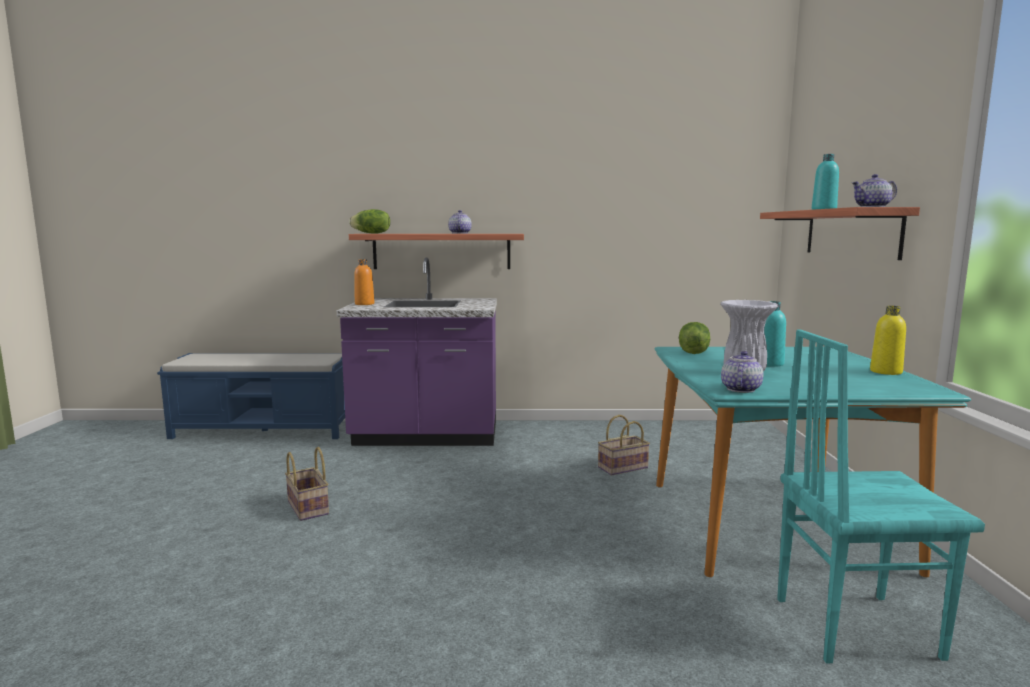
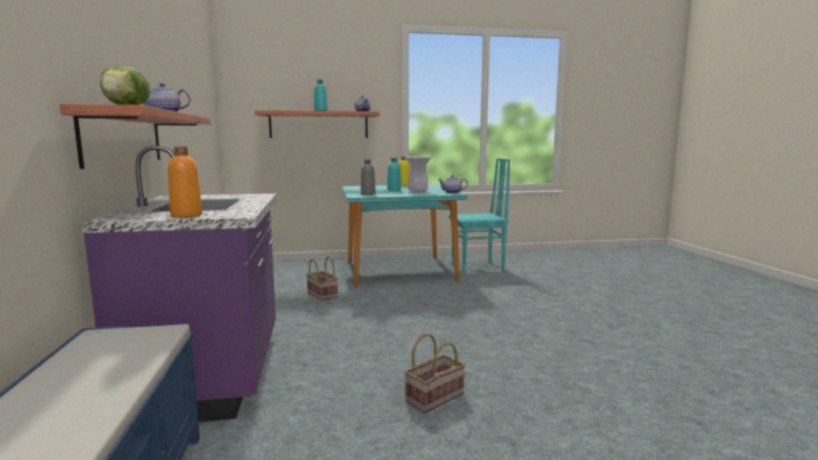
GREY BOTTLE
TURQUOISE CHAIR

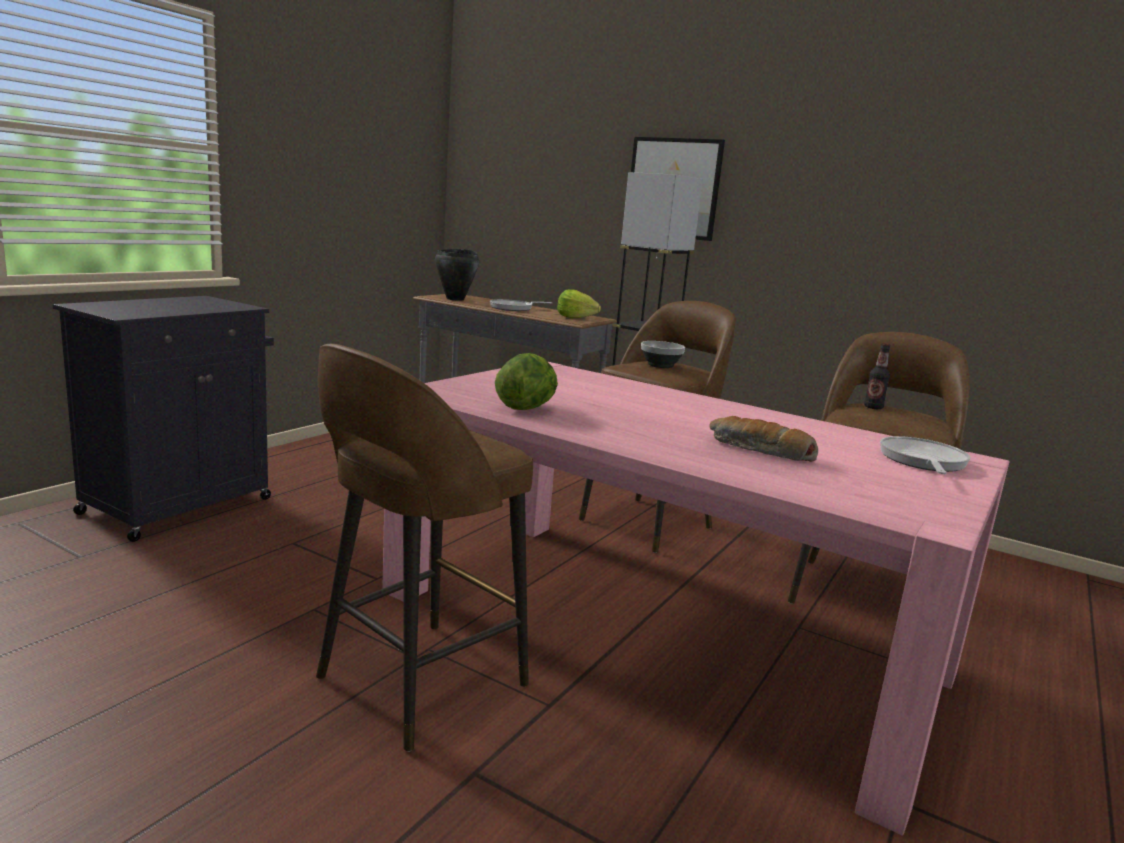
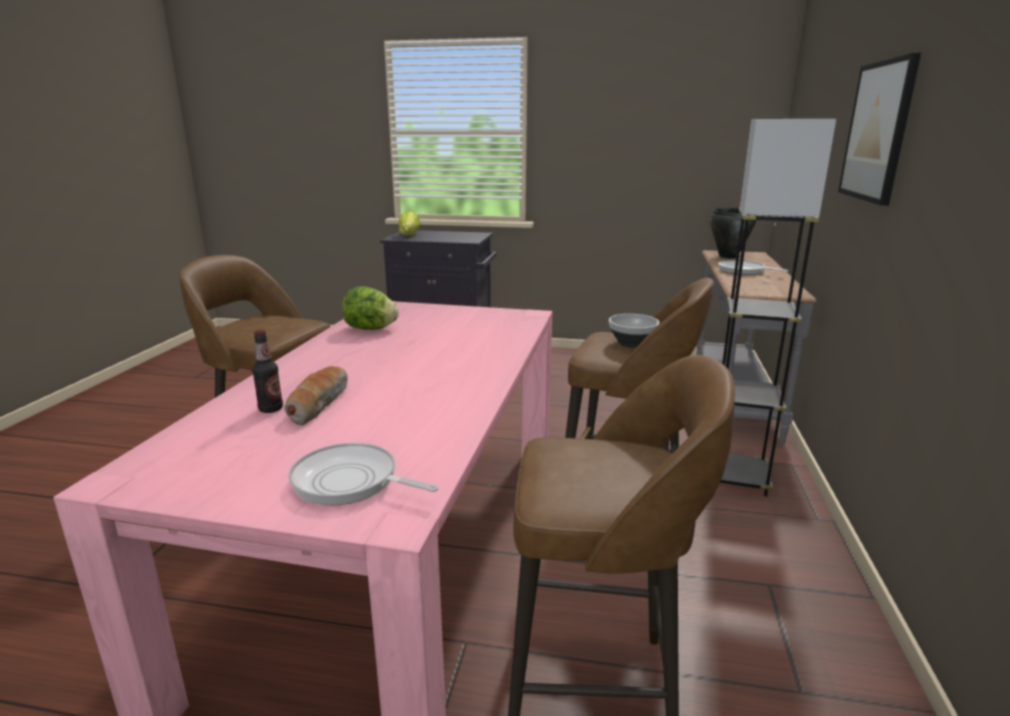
LETTUCE (2nd from left)
BOTTLE
FRYING PAN (1st from left)

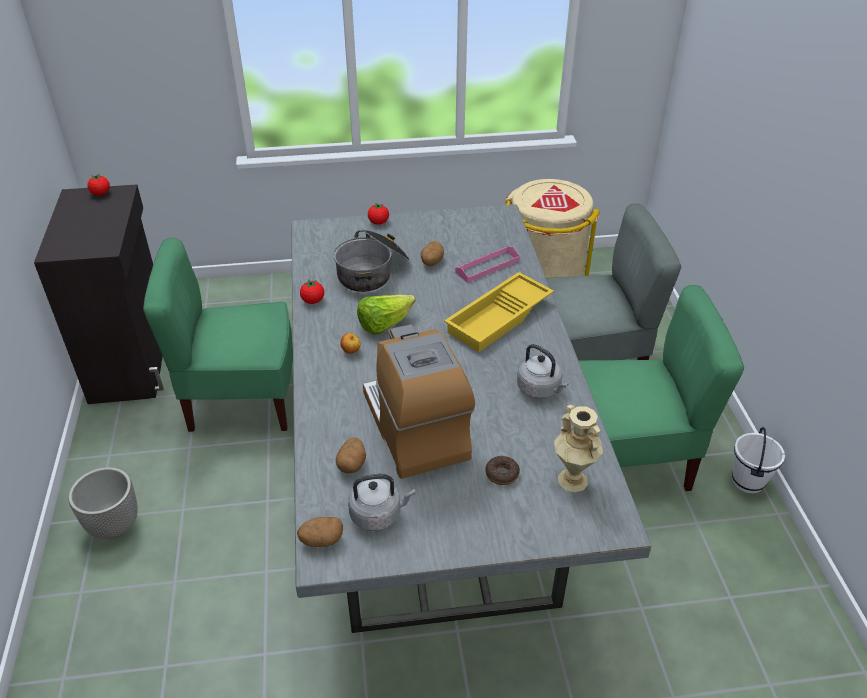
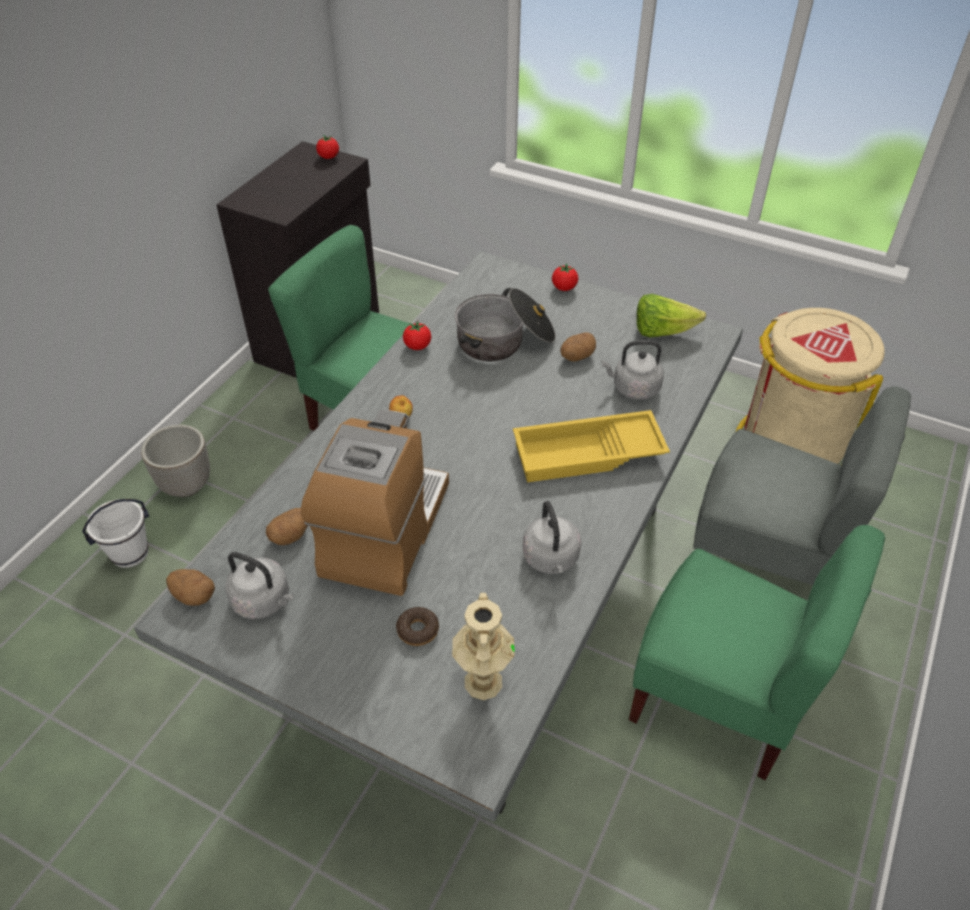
LETTUCE
GREY KETTLE (3rd from left)
WHITE BUCKET

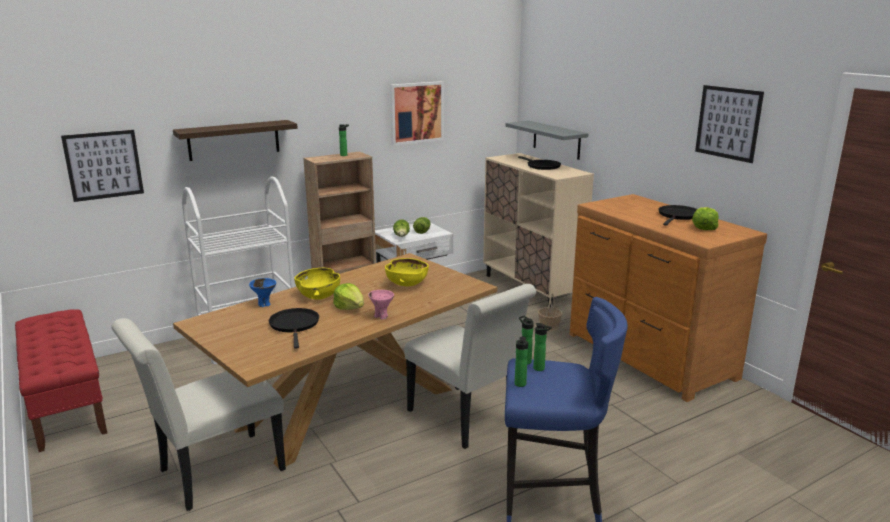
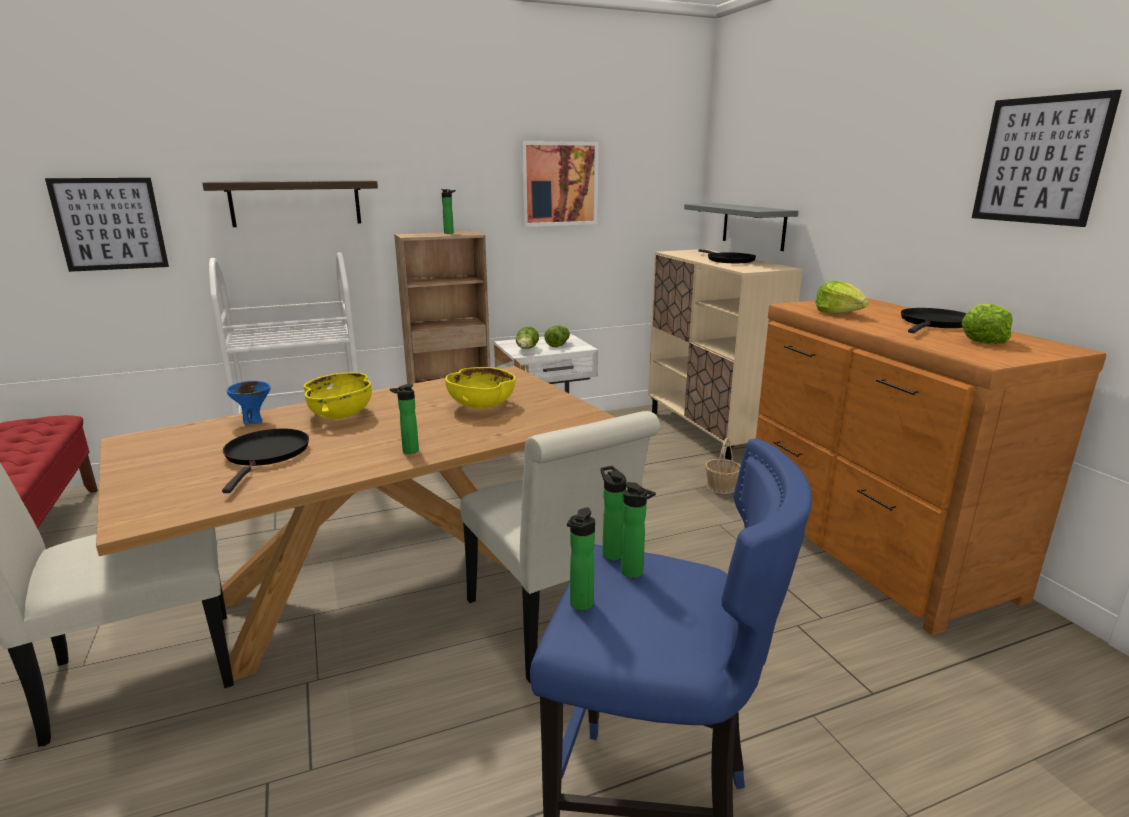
LETTUCE (3rd from left)
BOTTLE (1st from left)

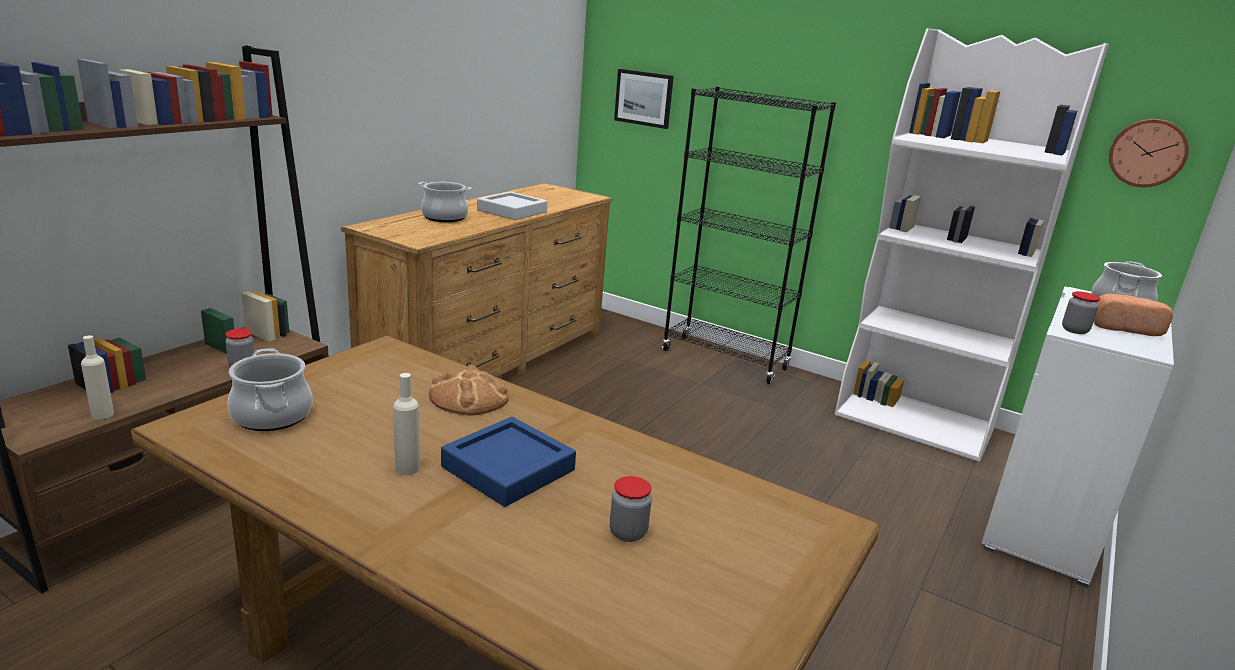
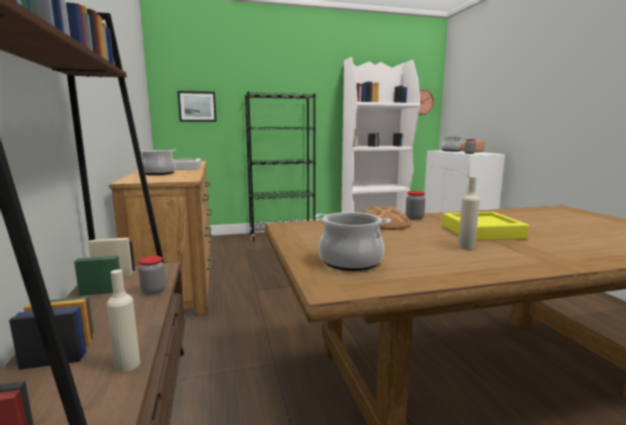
YELLOW TRAY
JAR (2nd from left)

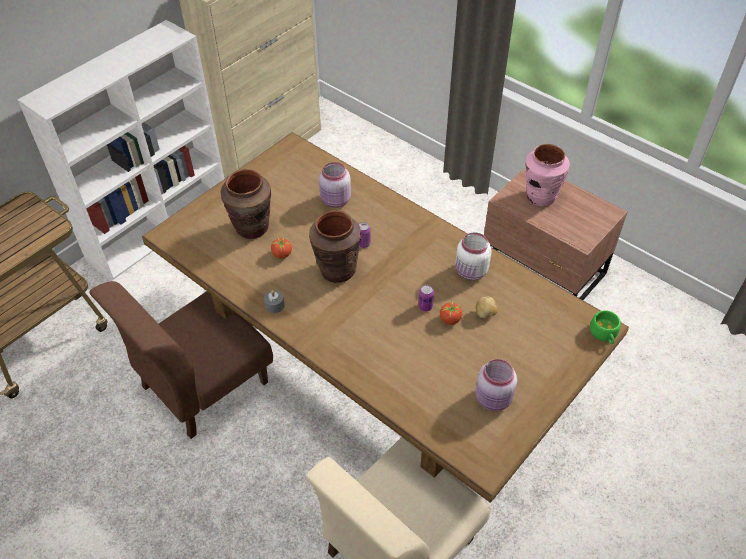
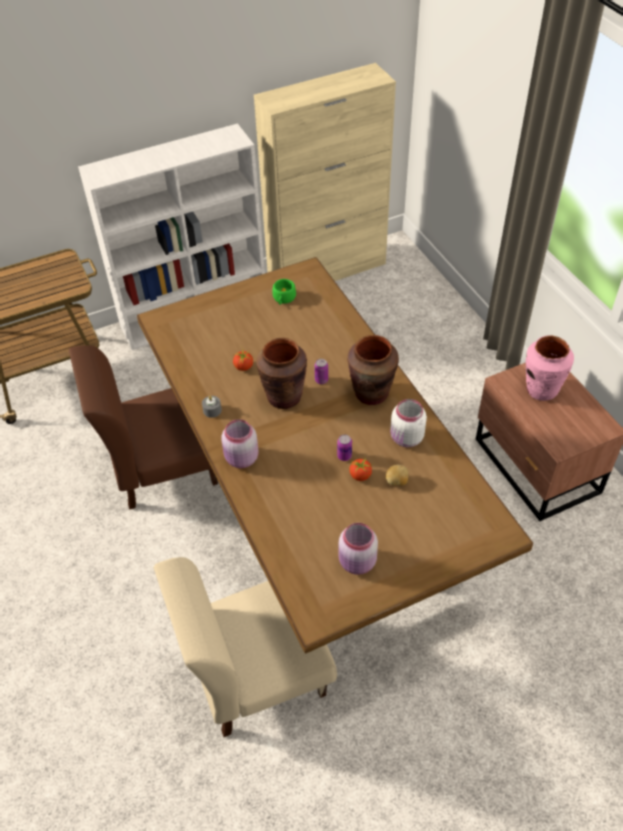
BROWN VASE (2nd from left)
PINK JAR (1st from left)
GREEN CUP

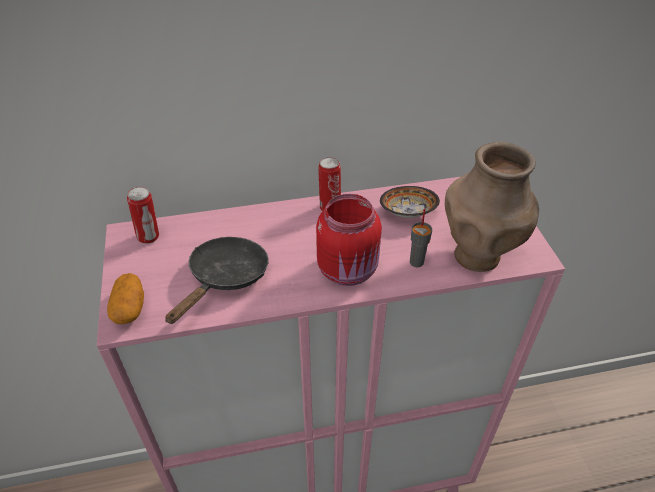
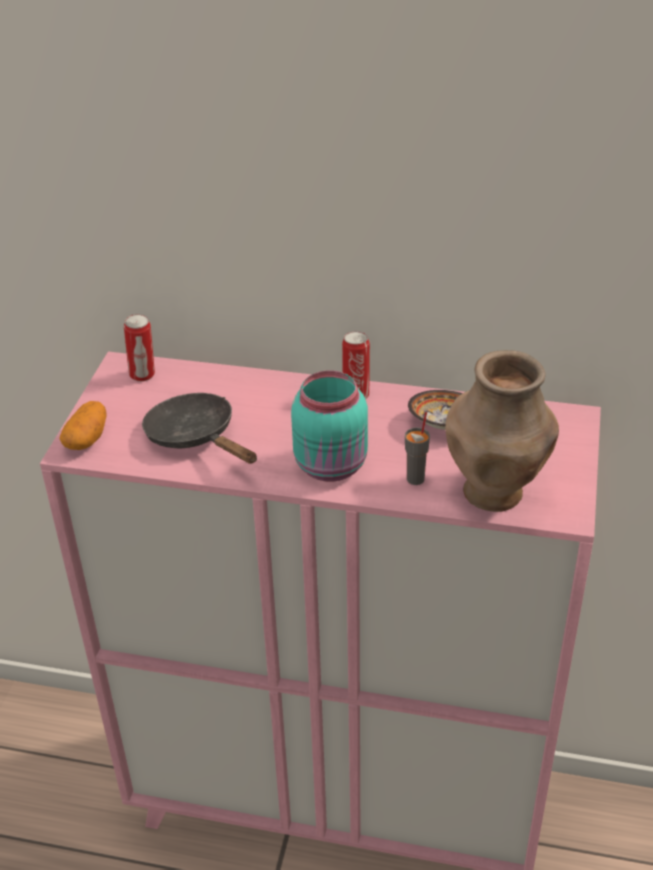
BLACK FRYING PAN
TURQUOISE JAR

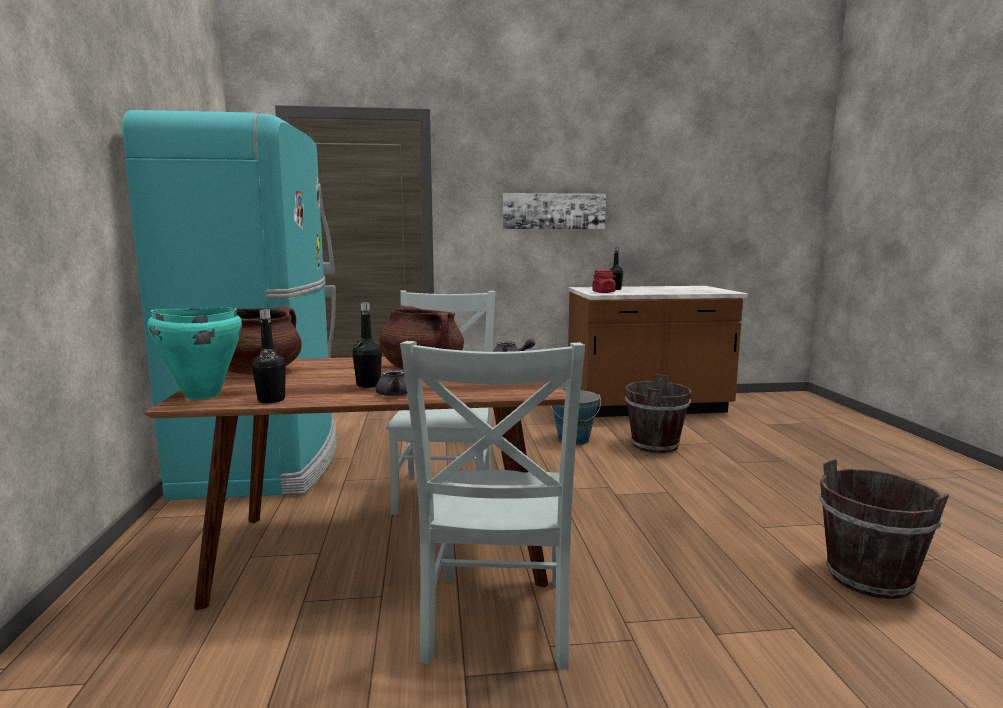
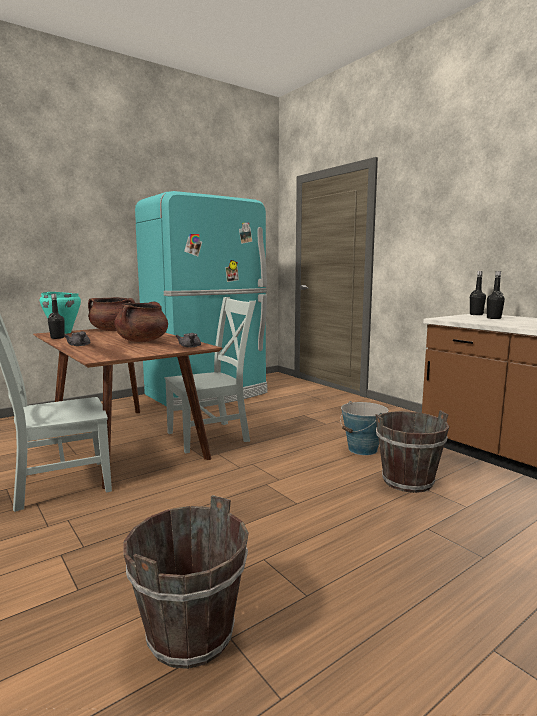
BLACK BOTTLE (2nd from left)
PICTURE
RED JAR

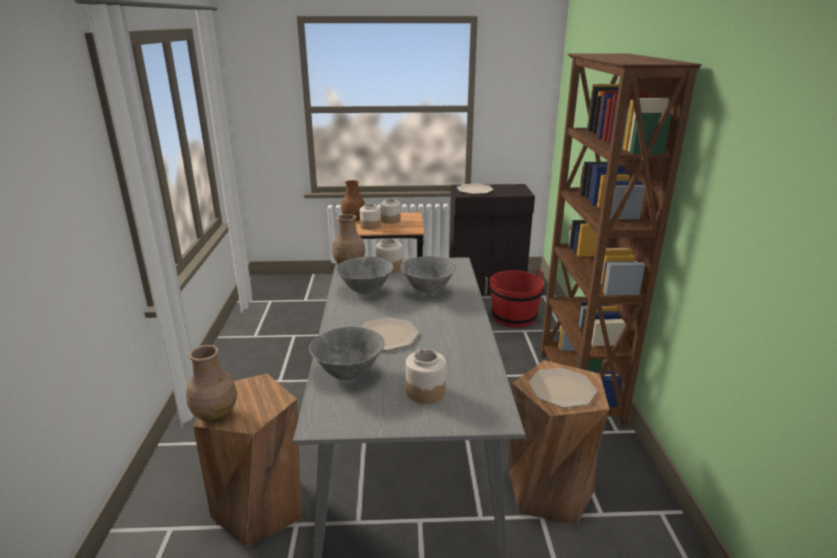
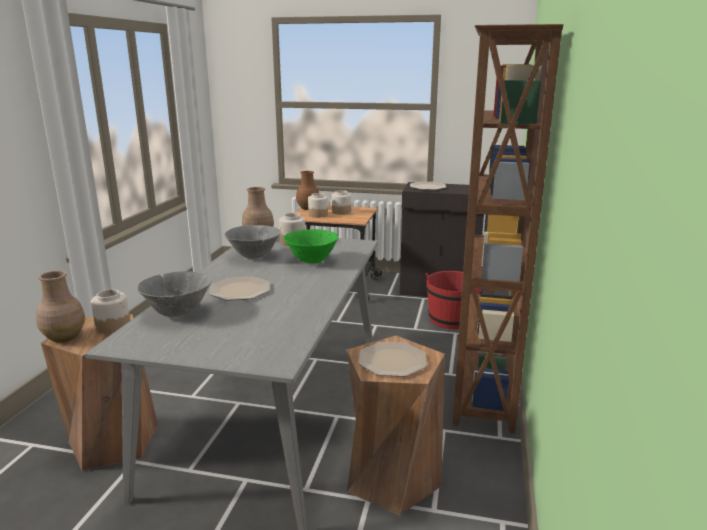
GREEN BOWL
JAR (1st from left)

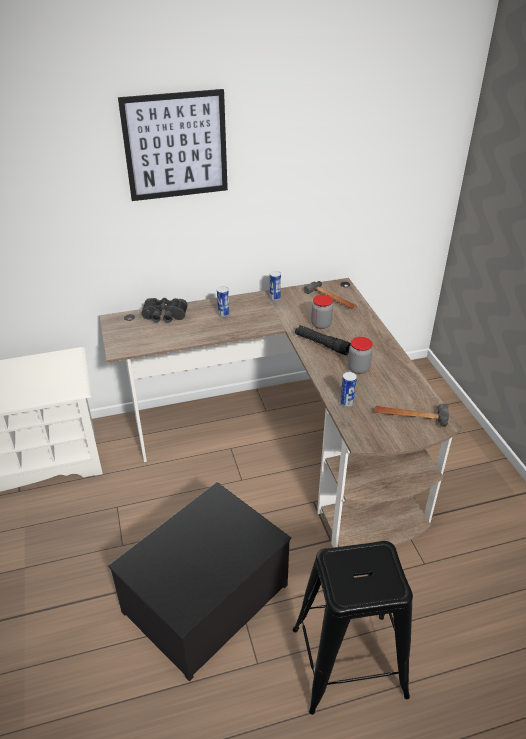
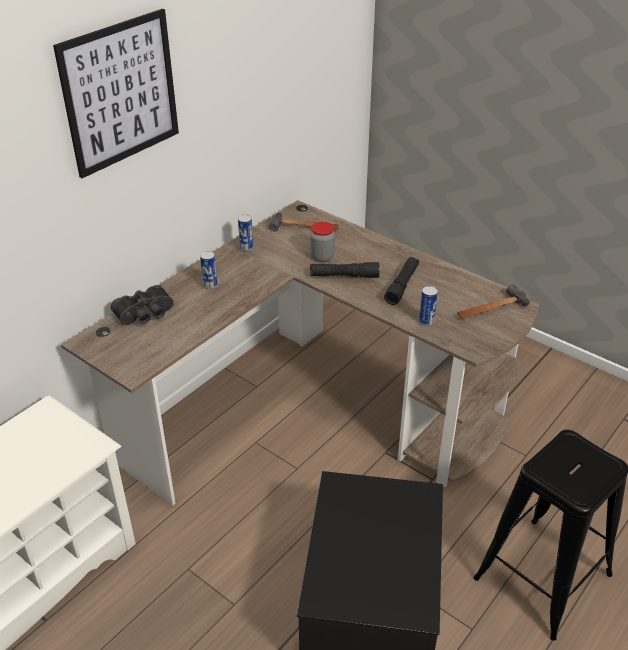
BLACK FLASHLIGHT (2nd from left)

